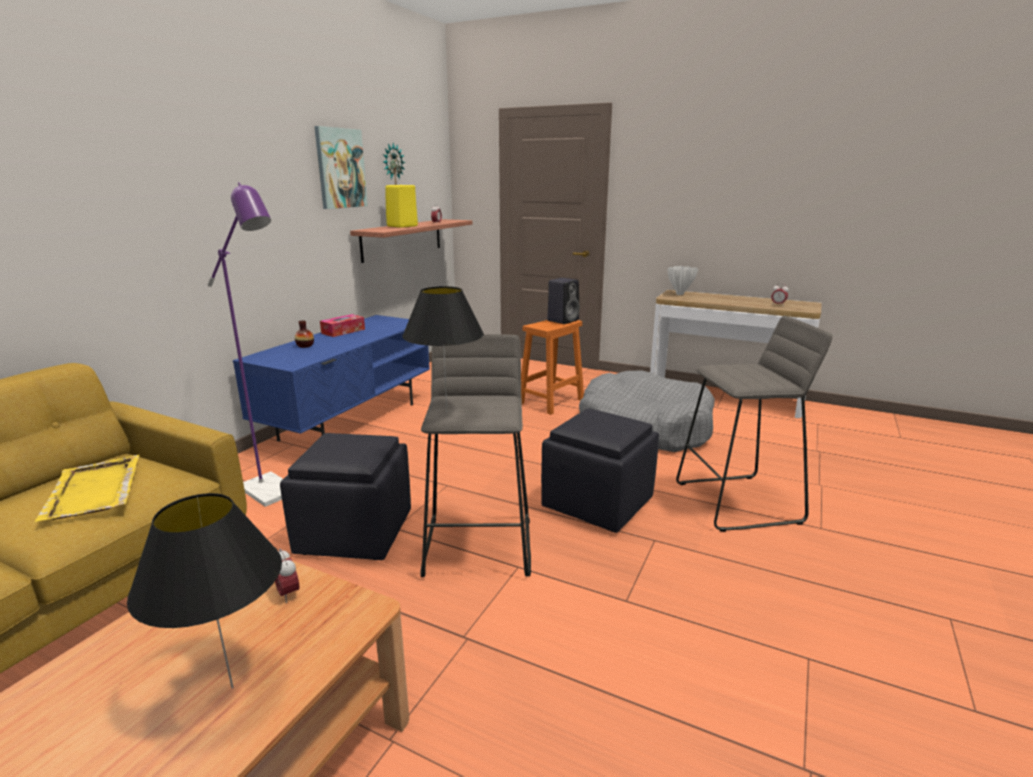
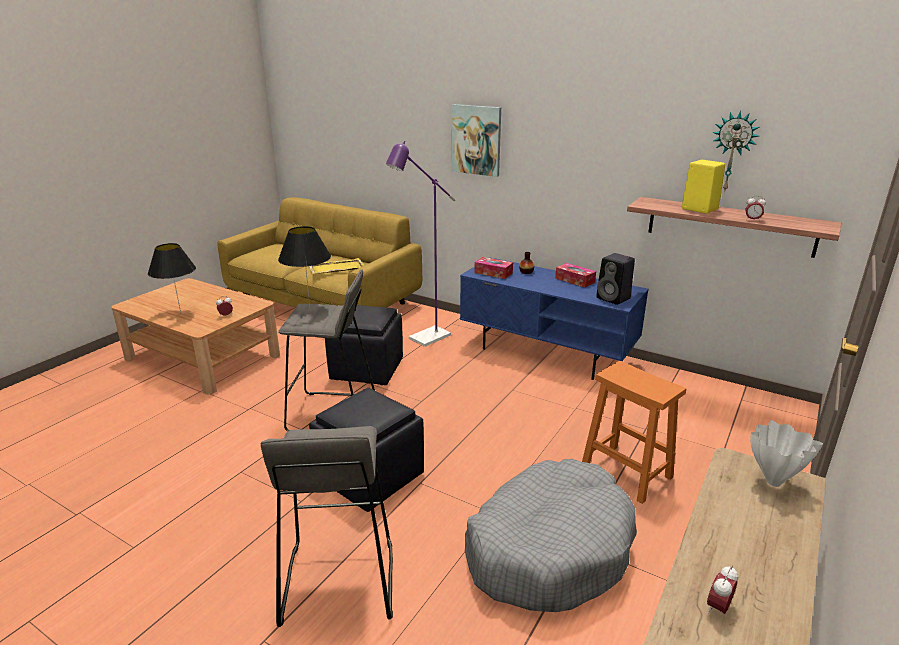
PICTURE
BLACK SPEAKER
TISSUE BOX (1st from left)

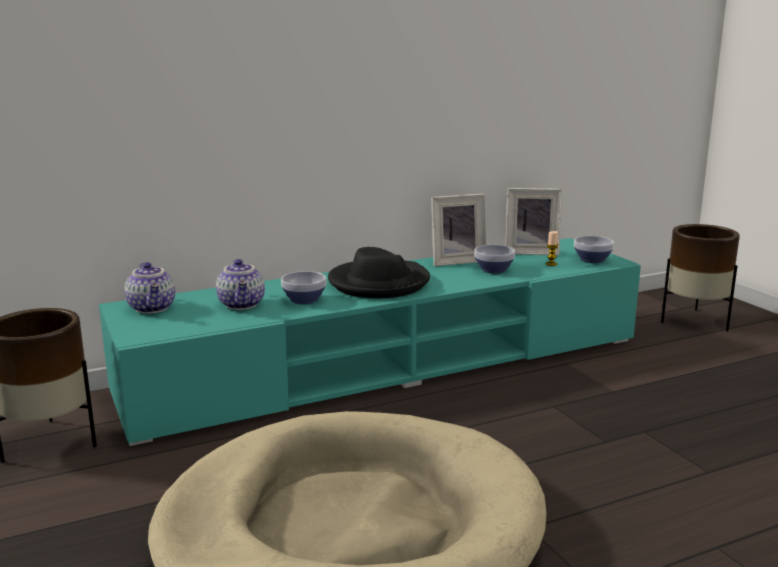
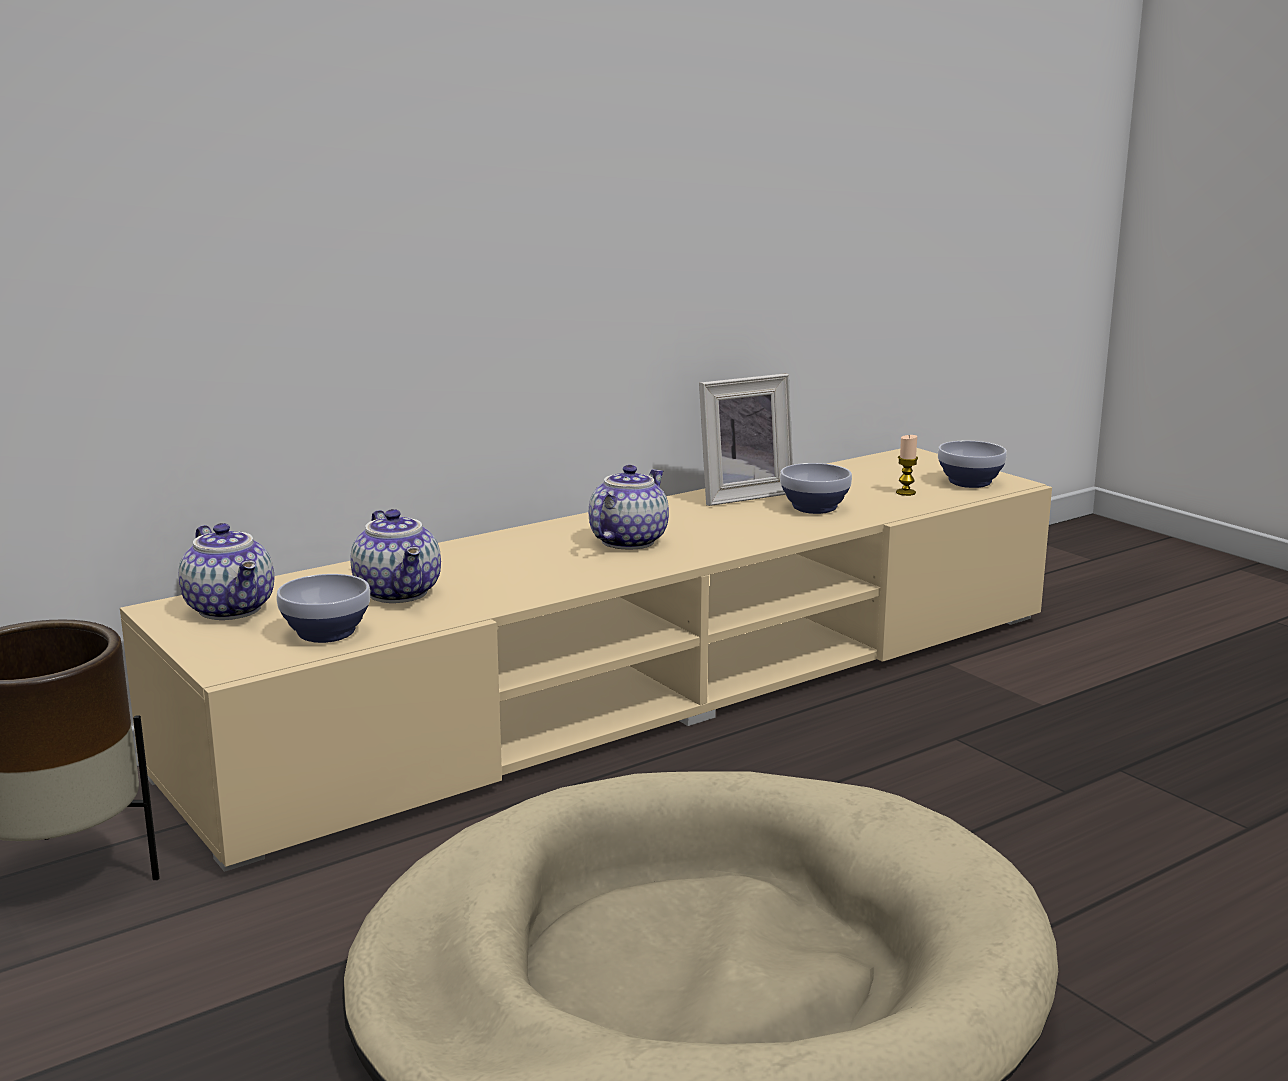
BEIGE TV STAND
BOWL (1st from left)
TEAPOT (3rd from left)
PICTURE FRAME (2nd from left in the first image)
BROWN PLANTER (2nd from left in the first image)

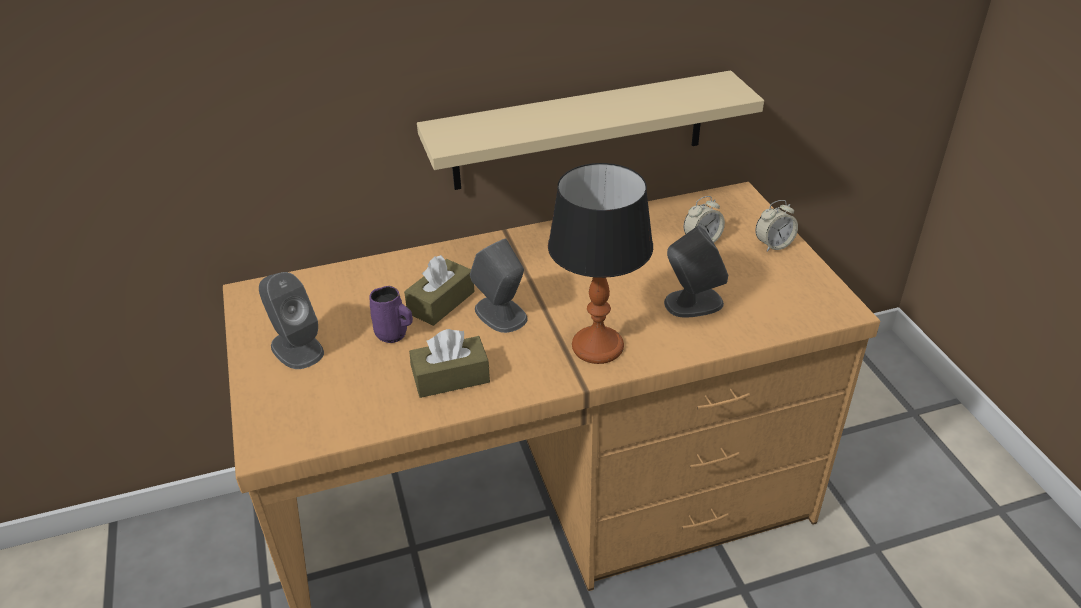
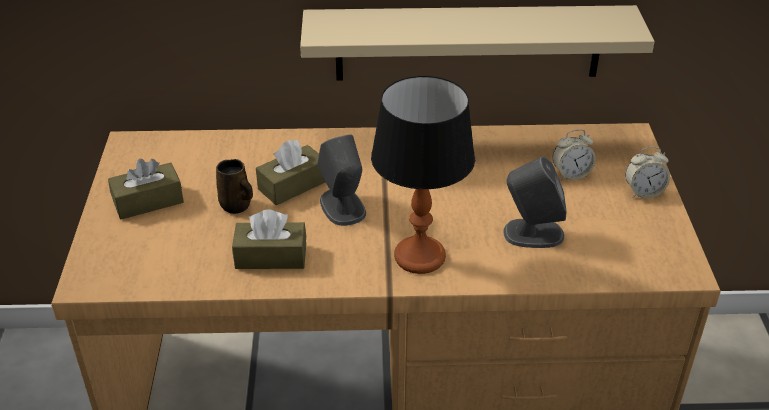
BROWN TISSUE BOX (1st from left)
BROWN MUG

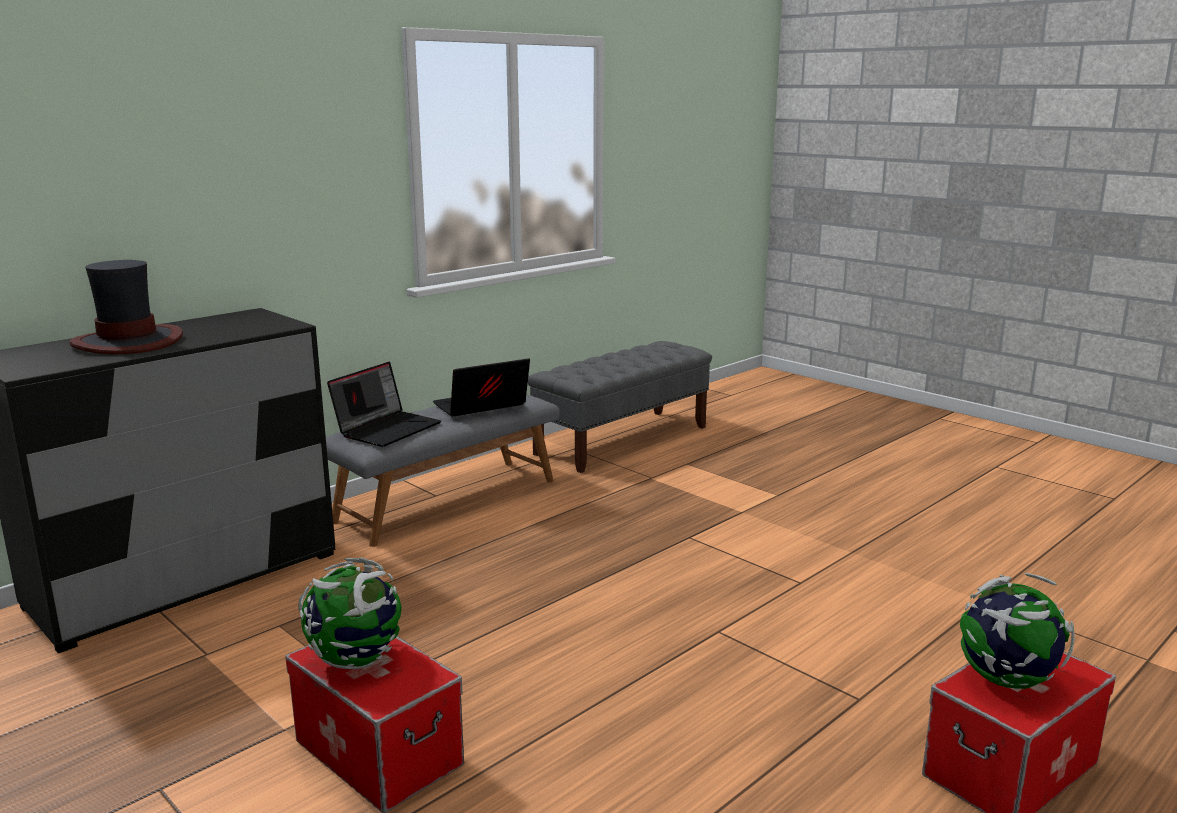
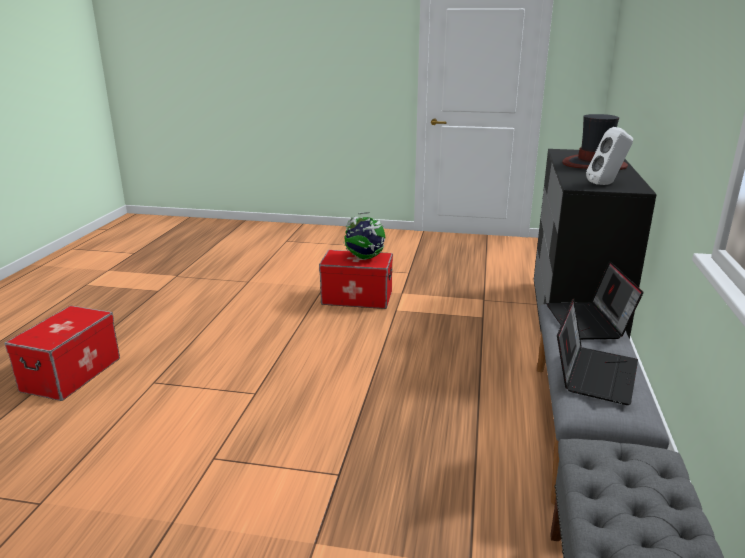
GLOBE (2nd from left in the first image)
WHITE SPEAKER

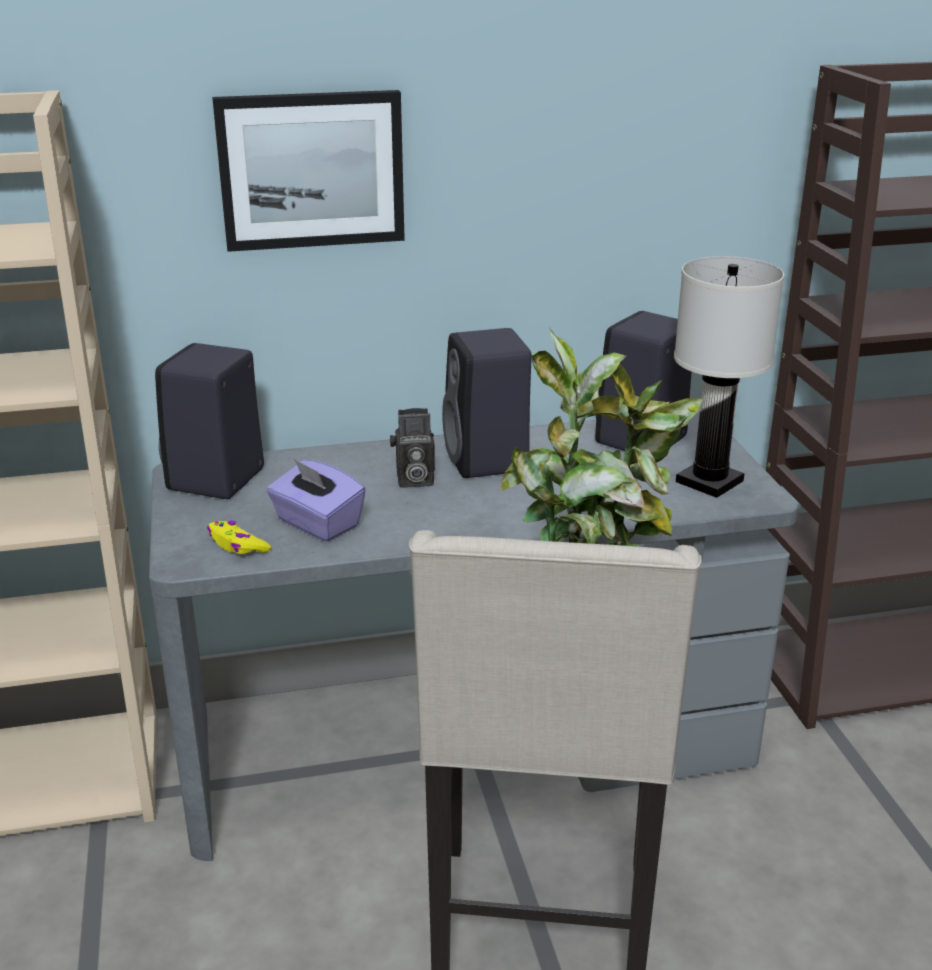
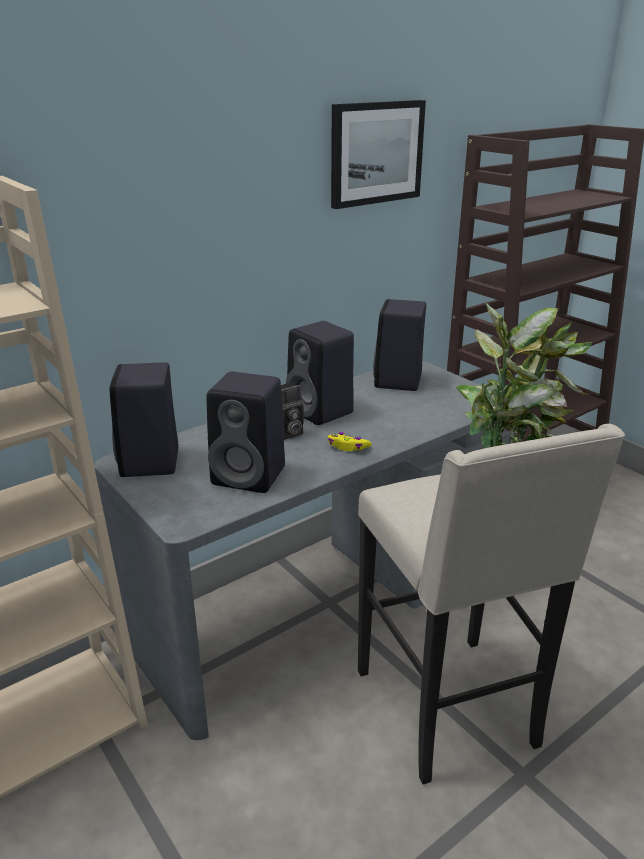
YELLOW GAME CONTROLLER
PICTURE
BLACK SPEAKER (2nd from left)
WHITE TABLE LAMP

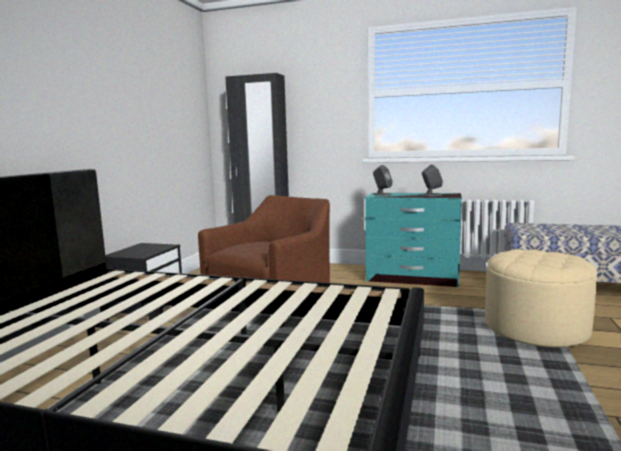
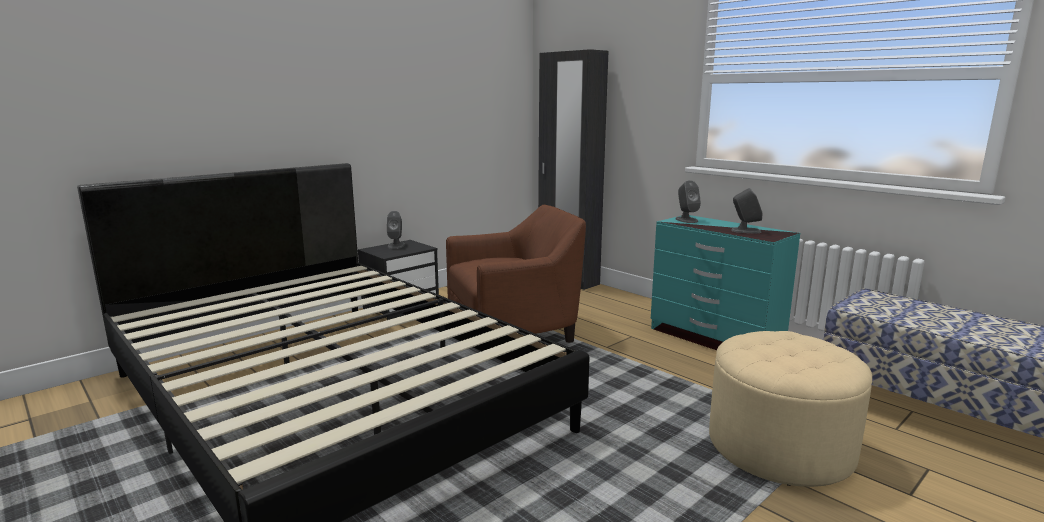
GREY SPEAKER (1st from left)

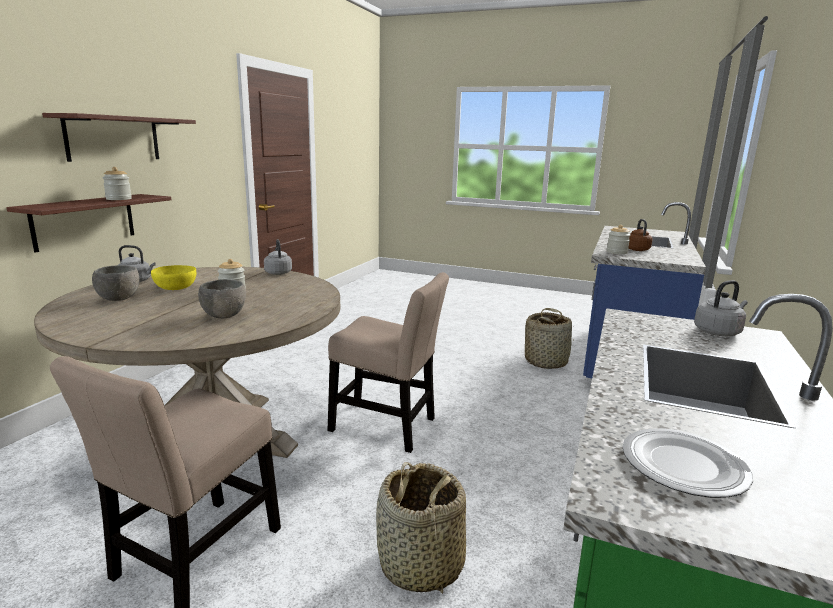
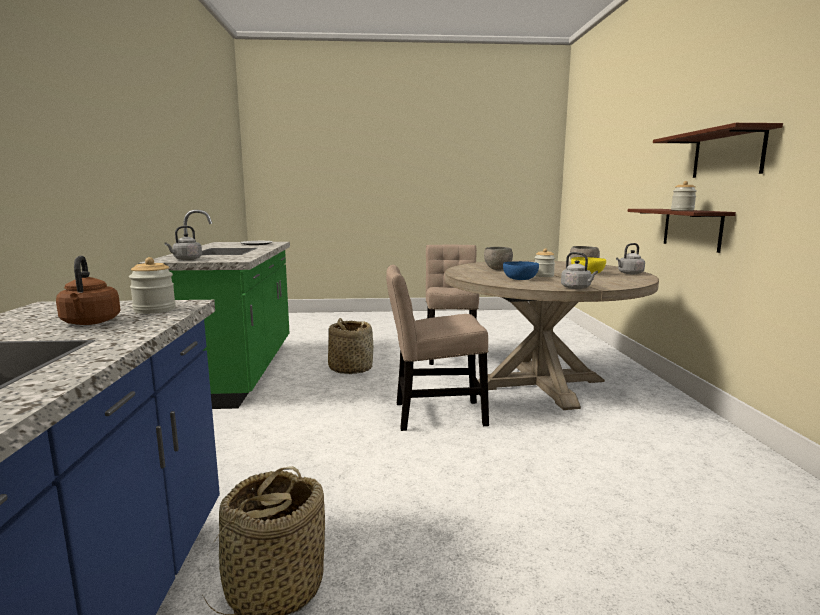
BLUE BOWL

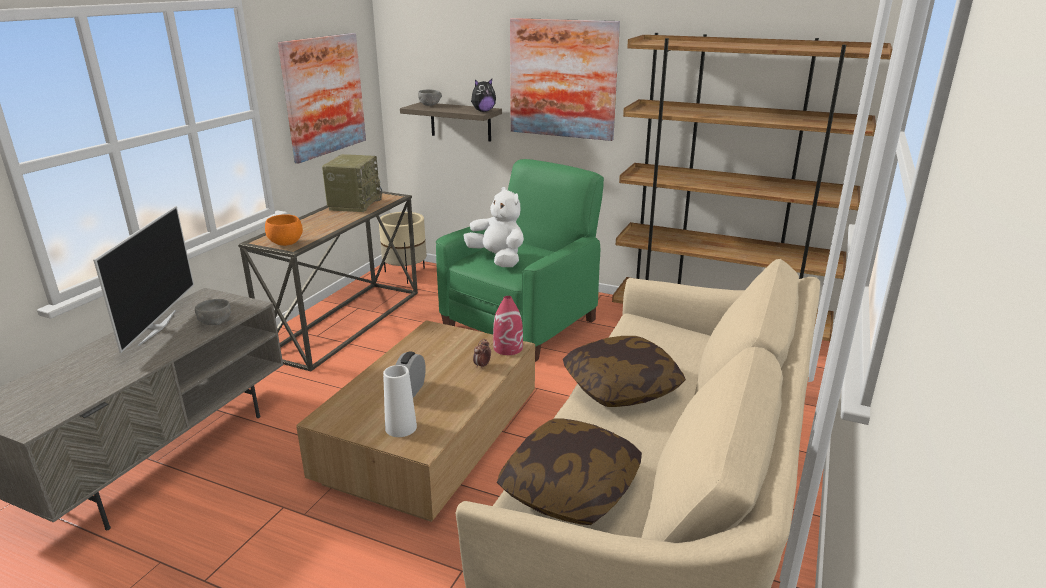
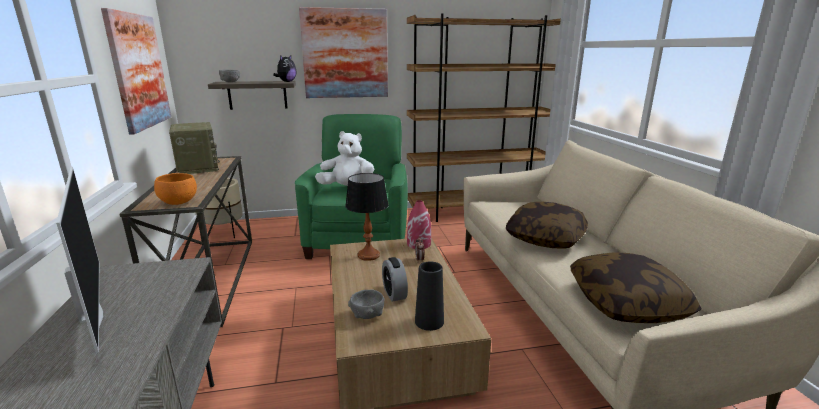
GREY BOWL (2nd from left)
BLACK VASE
TABLE LAMP

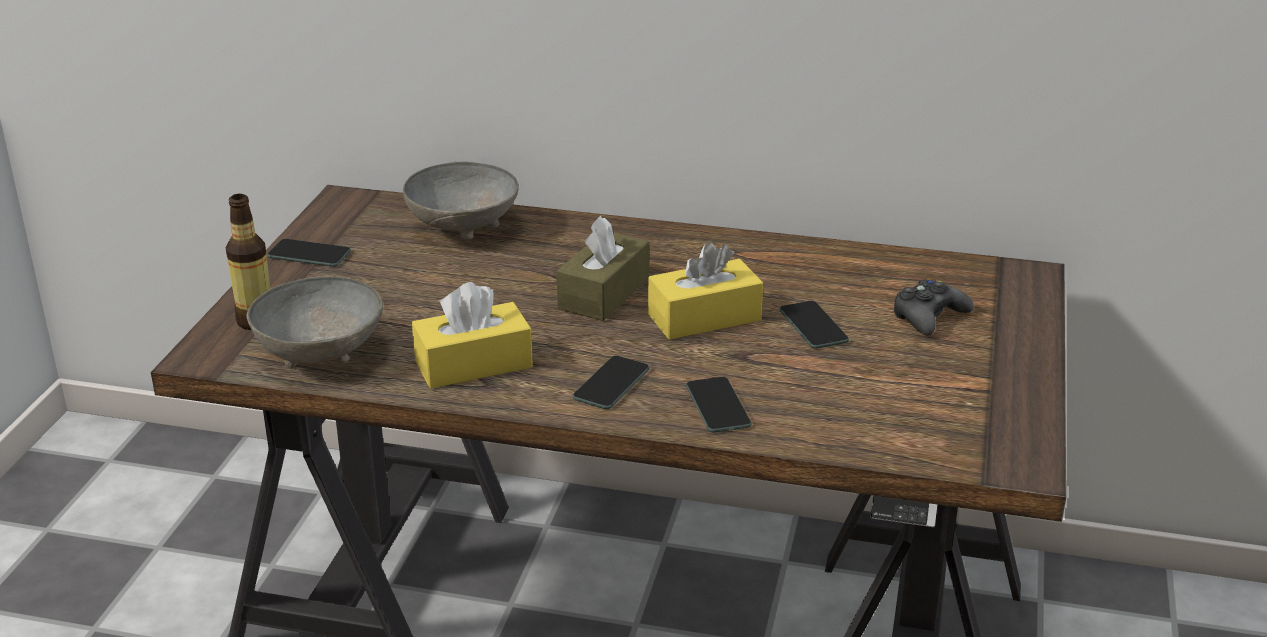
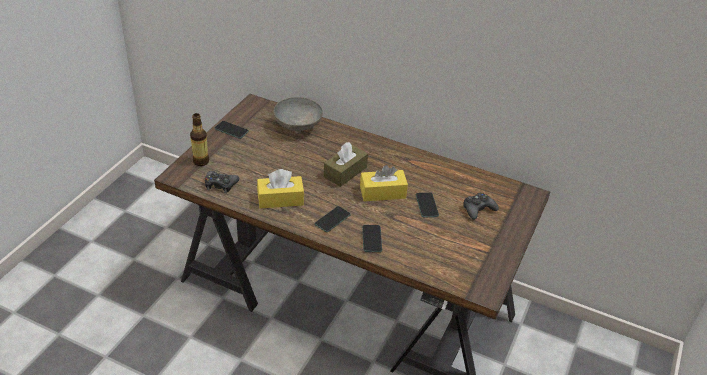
BLACK GAME CONTROLLER (1st from left)

